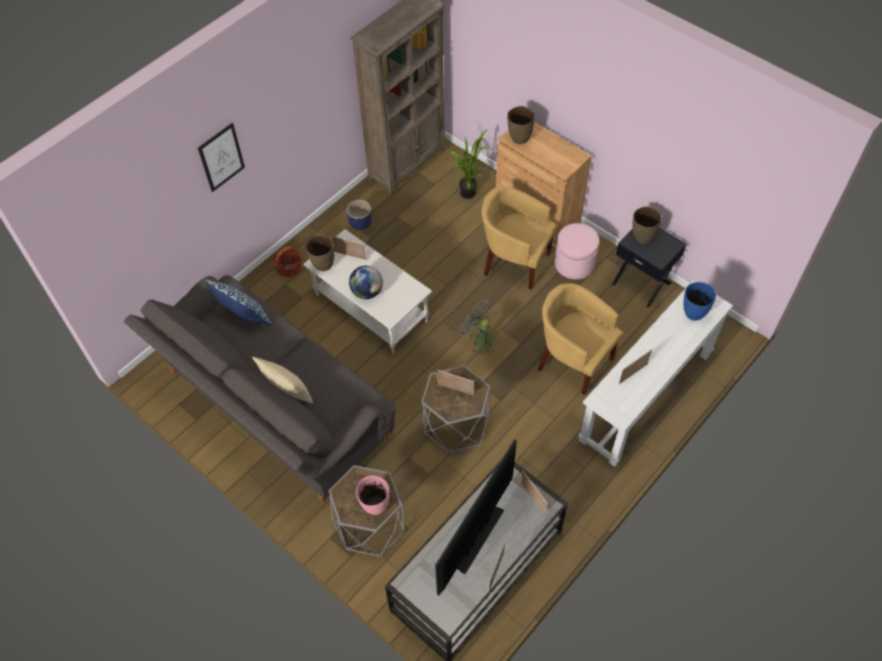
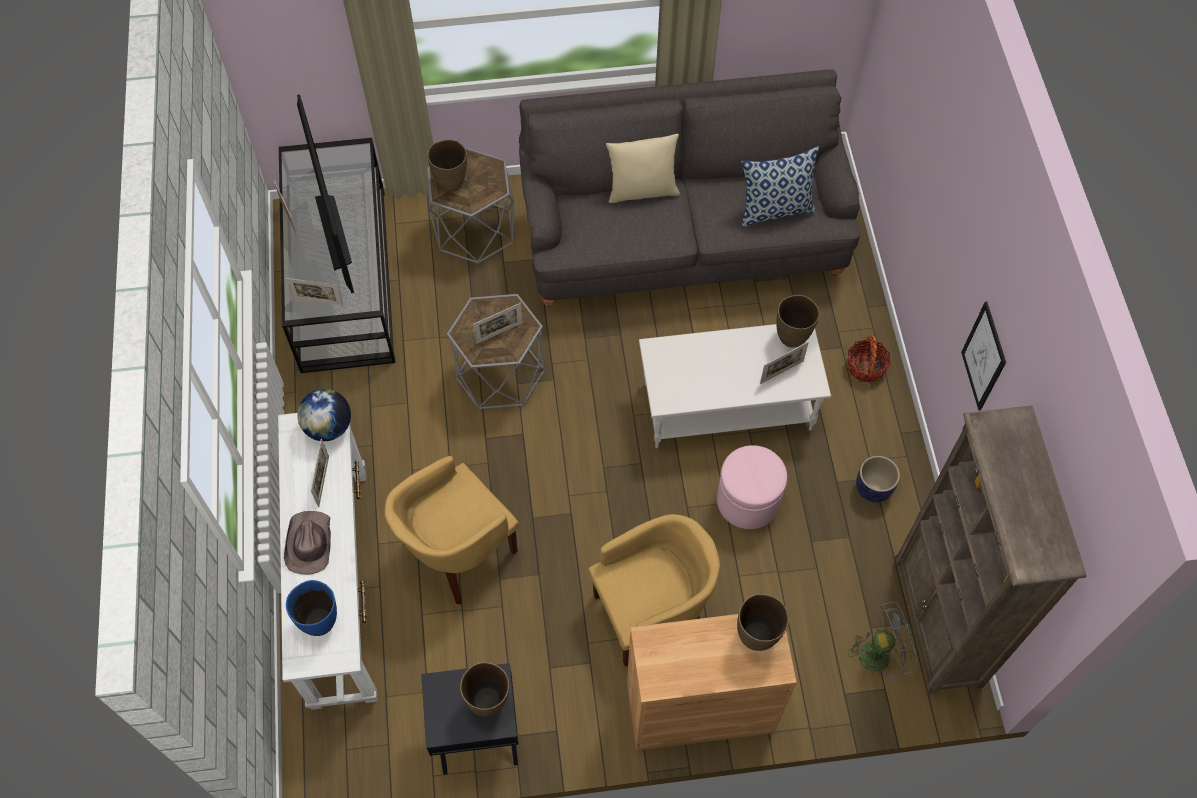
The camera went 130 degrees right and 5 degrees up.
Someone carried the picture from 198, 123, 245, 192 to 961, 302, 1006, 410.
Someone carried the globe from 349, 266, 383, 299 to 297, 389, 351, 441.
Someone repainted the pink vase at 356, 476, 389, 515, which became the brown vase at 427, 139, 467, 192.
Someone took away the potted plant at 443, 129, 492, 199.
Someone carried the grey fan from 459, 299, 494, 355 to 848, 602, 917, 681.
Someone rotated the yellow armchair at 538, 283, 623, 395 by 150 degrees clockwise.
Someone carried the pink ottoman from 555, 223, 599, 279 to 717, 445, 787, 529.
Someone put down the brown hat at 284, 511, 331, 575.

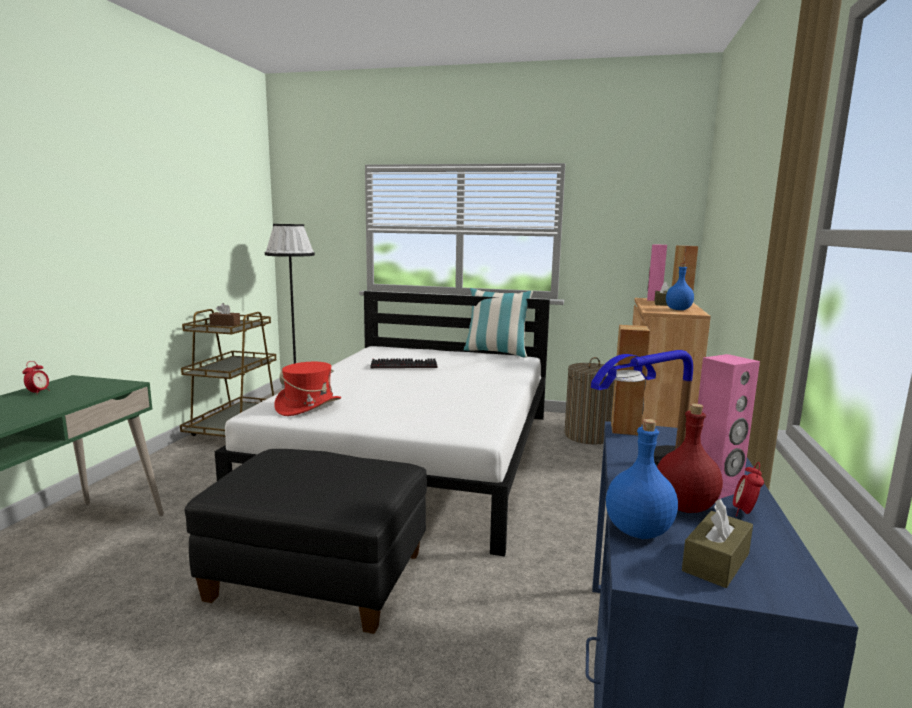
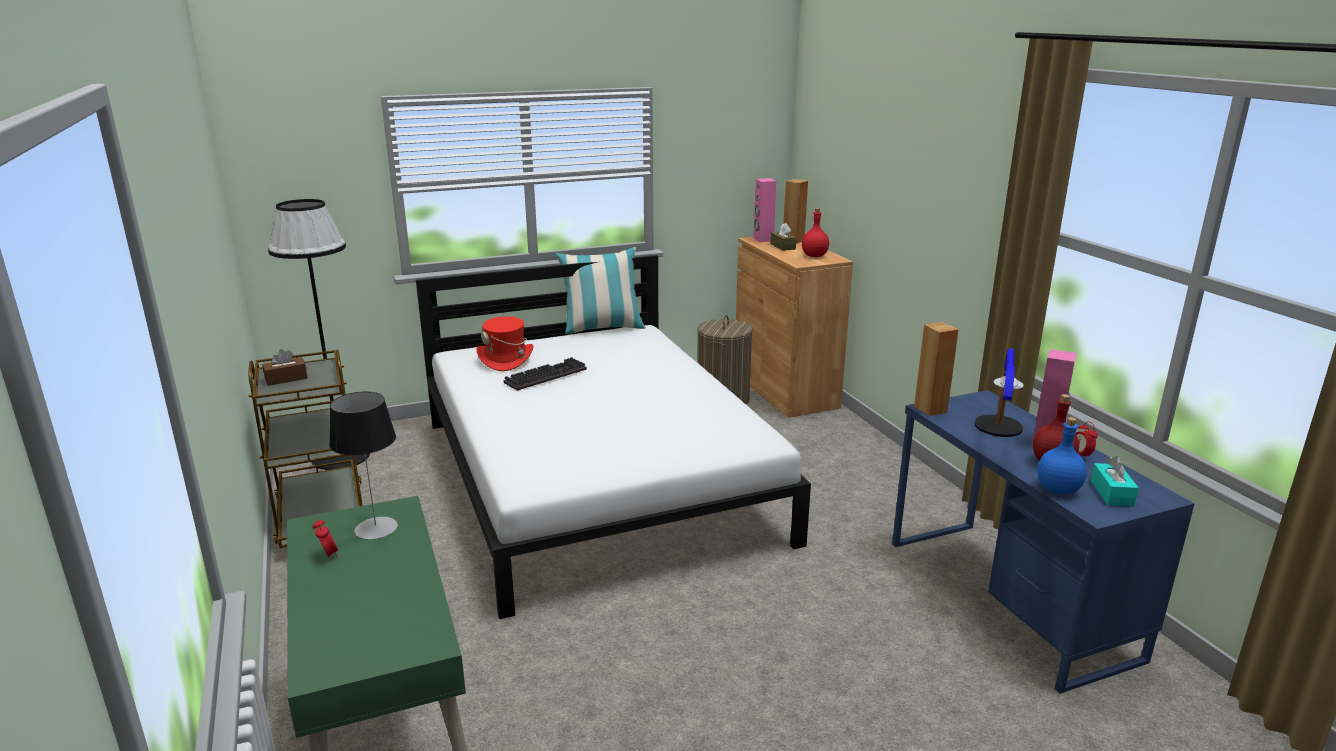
The camera went 35 degrees left and 10 degrees up.
Someone took away the black ottoman at 185, 449, 427, 634.
Someone carried the red hat from 274, 362, 341, 416 to 477, 316, 534, 371.
Someone repainted the blue bottle at 666, 263, 694, 310, which became the red bottle at 802, 208, 829, 257.
Someone repainted the brown tissue box at 682, 499, 753, 588, which became the turquoise tissue box at 1091, 456, 1139, 506.
Someone put down the table lamp at 329, 392, 398, 539.

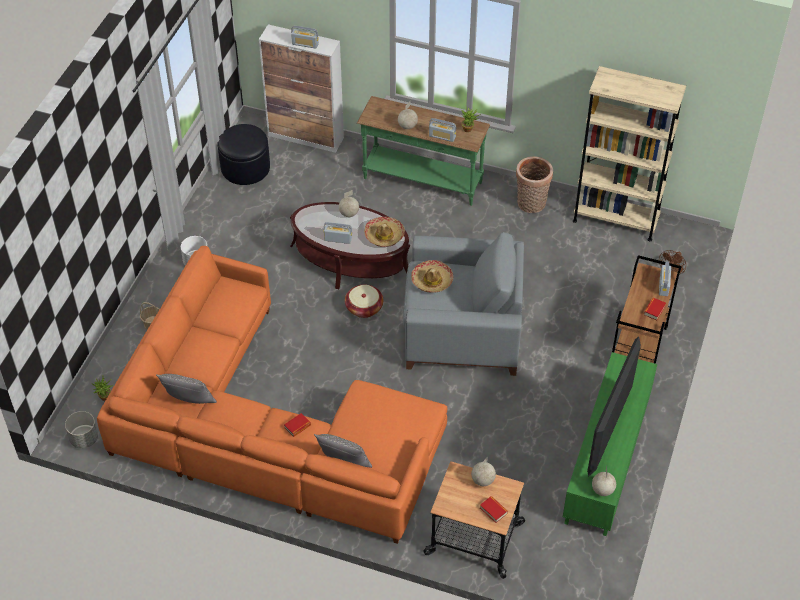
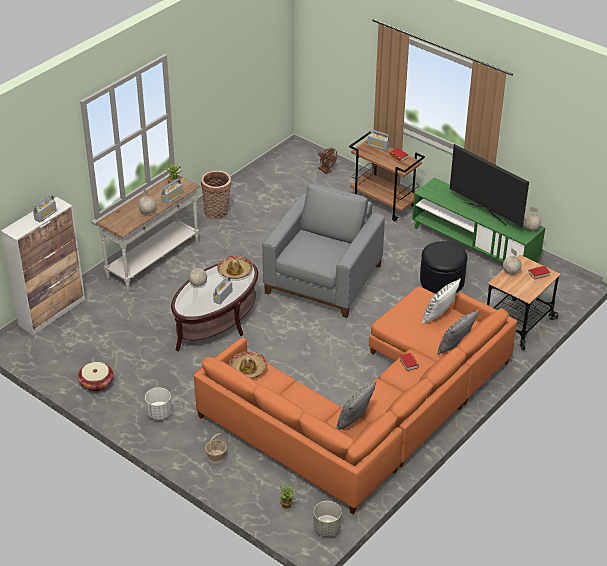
The camera went 70 degrees left and 10 degrees down.
Someone carried the black ottoman from 217, 124, 270, 185 to 420, 241, 467, 294.
Someone carried the basket from 345, 285, 383, 318 to 78, 362, 114, 392.
Someone repainted the green console table at 357, 96, 490, 206, which became the white console table at 96, 175, 201, 291.
Someone carried the hat from 411, 260, 453, 292 to 229, 351, 268, 378.
Someone took away the beige bookcase at 573, 66, 686, 241.
Someone put down the white pillow at 422, 278, 461, 324.

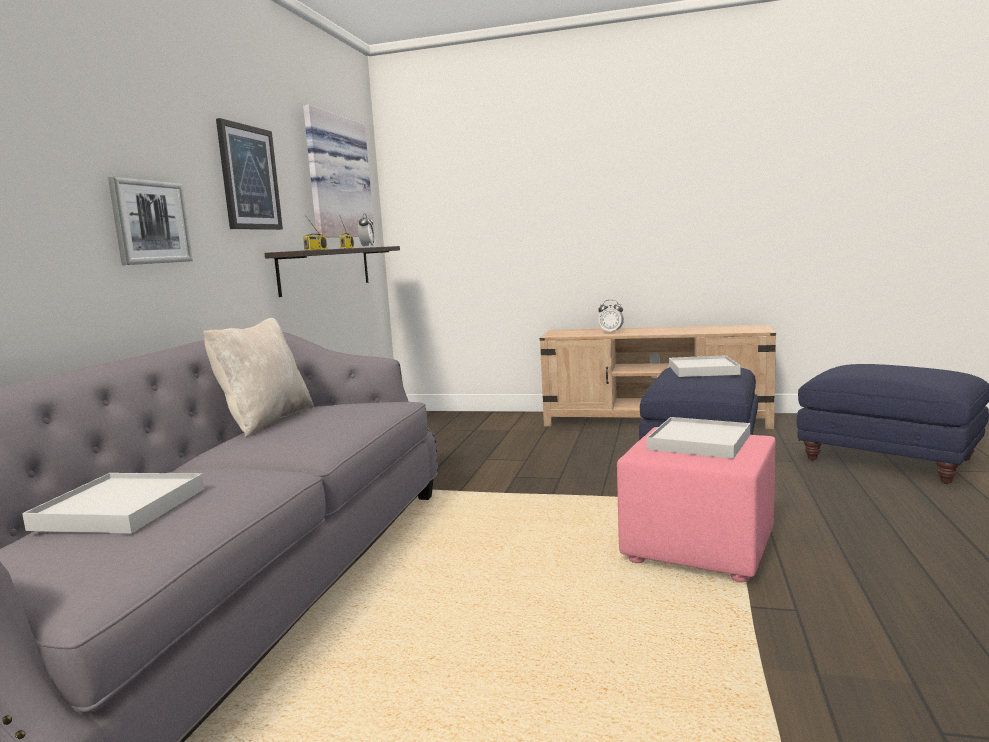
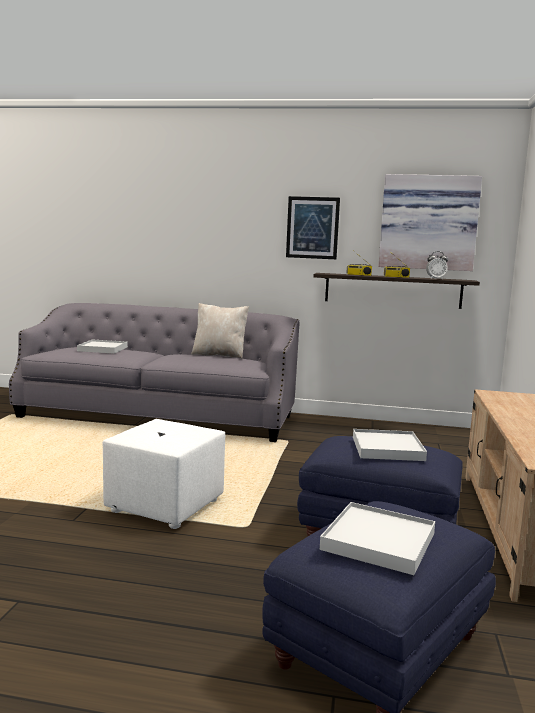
The camera went 85 degrees right and 0 degrees up.
Someone took away the picture at 108, 177, 193, 265.
Someone took away the alarm clock at 598, 300, 624, 333.
Someone repainted the pink ottoman at 617, 427, 776, 582, which became the white ottoman at 103, 419, 225, 529.
Someone carried the white tray from 647, 417, 750, 459 to 320, 502, 435, 575.

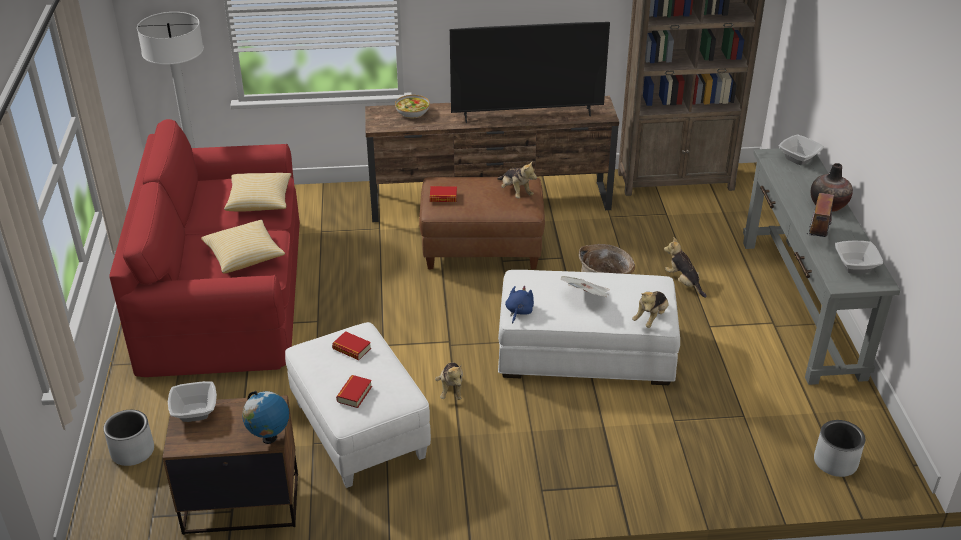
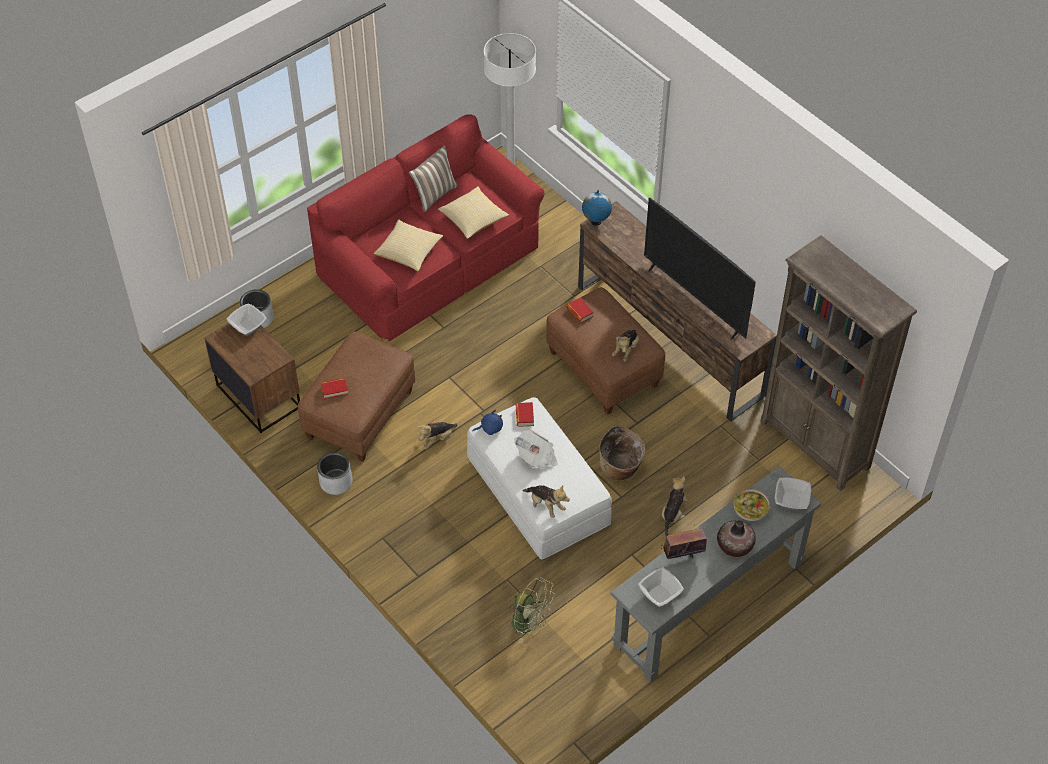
The camera went 55 degrees right and 15 degrees up.
Someone carried the globe from 242, 391, 289, 444 to 582, 190, 612, 225.
Someone repainted the white ottoman at 285, 322, 431, 488, which became the brown ottoman at 298, 332, 415, 462.
Someone carried the book from 332, 331, 371, 360 to 516, 402, 534, 427.
Someone carried the bowl from 395, 95, 430, 118 to 734, 489, 770, 521.
Someone rotated the plush toy at 632, 291, 669, 328 by 135 degrees counterclockwise.
Someone carried the grey planter from 814, 420, 865, 477 to 317, 452, 353, 495.
Someone put down the pillow at 409, 145, 458, 213.
Someone put down the green fan at 509, 577, 555, 643.

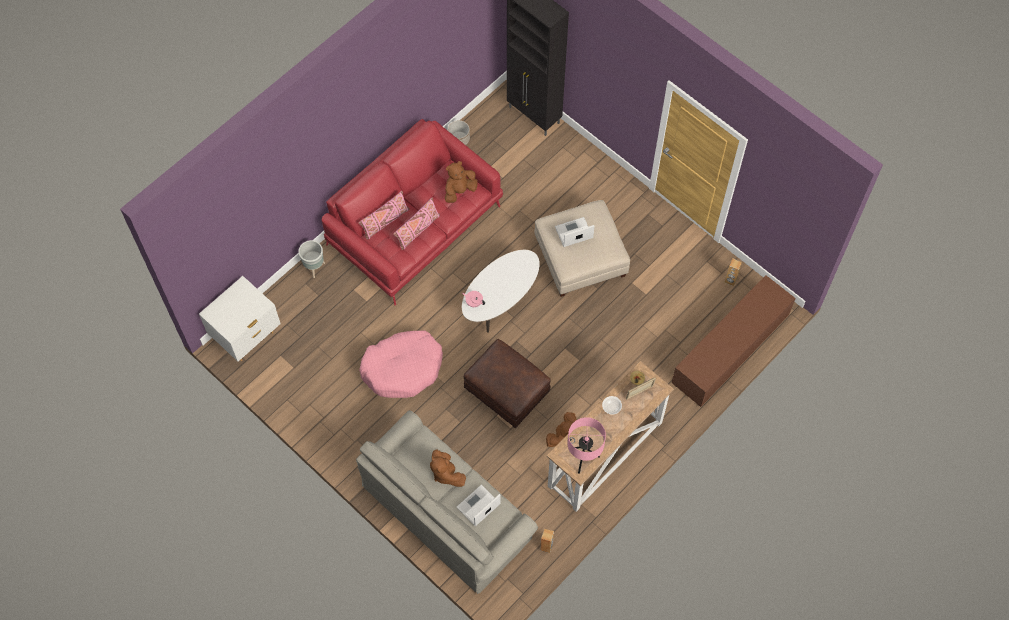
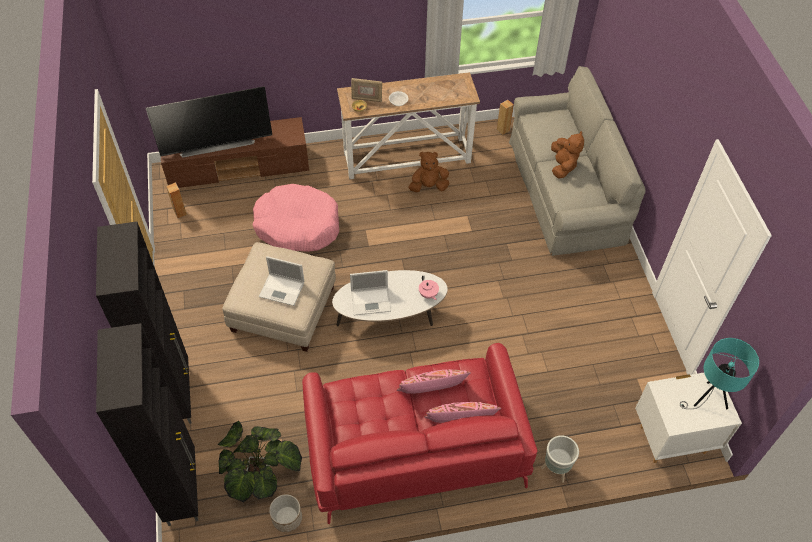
The camera went 145 degrees left and 10 degrees down.
Someone carried the pink dog bed from 359, 331, 443, 398 to 253, 184, 339, 252.
Someone took away the brown plush toy at 445, 161, 478, 203.
Someone carried the laptop from 457, 484, 501, 526 to 350, 270, 391, 316.
Someone took away the brown ottoman at 464, 339, 550, 428.
Someone took away the pink table lamp at 567, 417, 606, 474.
Someone put down the black cabinet at 96, 222, 191, 424.
Someone put down the television at 146, 86, 272, 158.
Someone put down the potted plant at 218, 421, 302, 502.
Someone put down the turquoise table lamp at 680, 338, 759, 410.

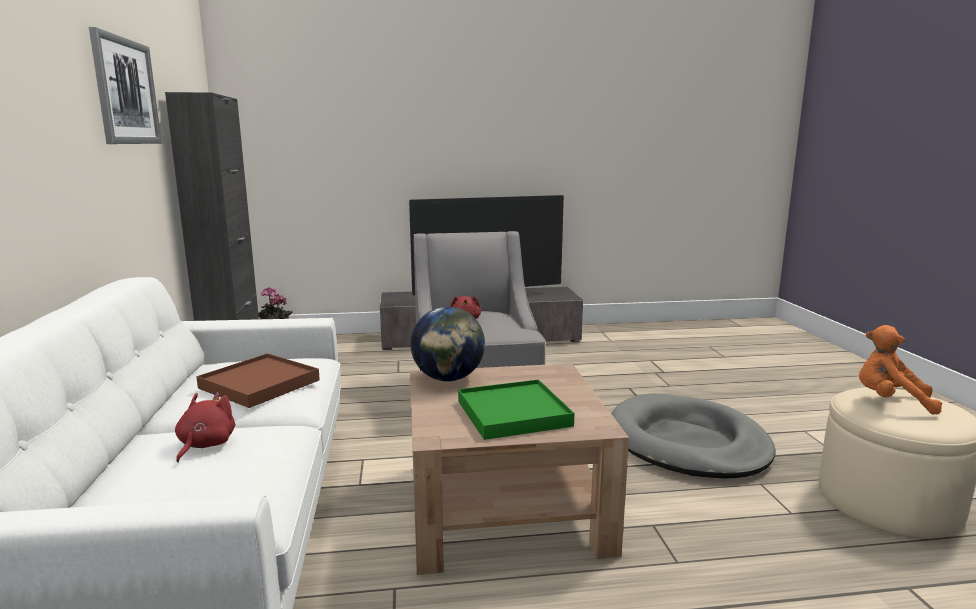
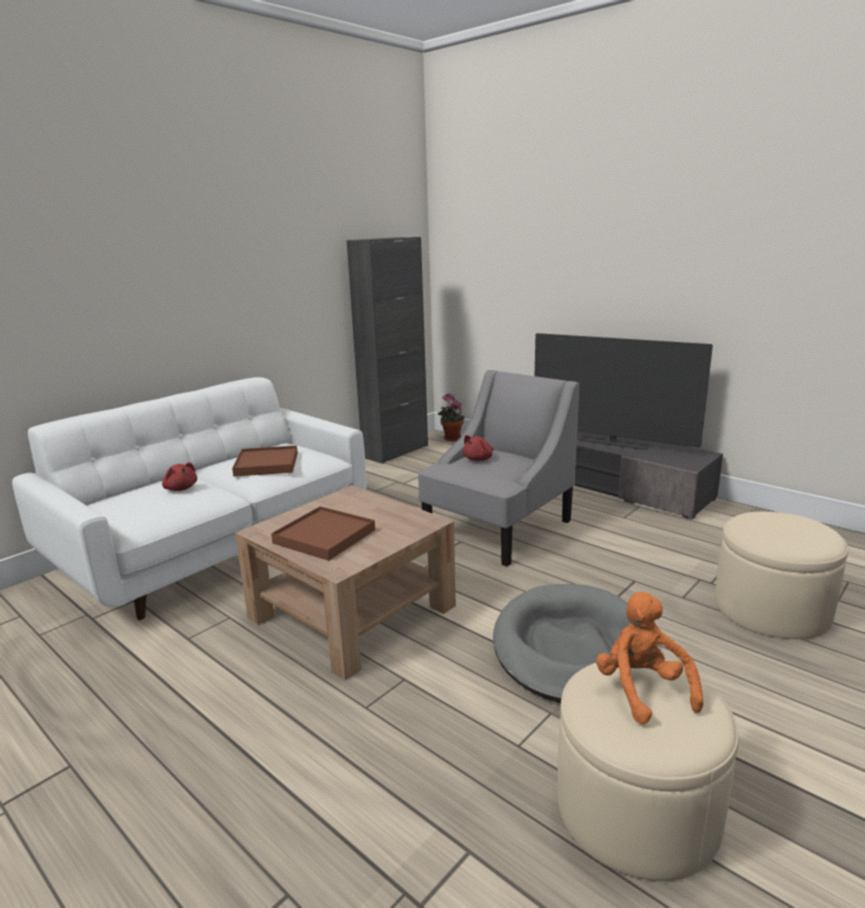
The camera went 50 degrees right and 5 degrees up.
Someone took away the picture at 89, 27, 162, 144.
Someone rotated the red plush toy at 175, 392, 235, 463 by 75 degrees clockwise.
Someone took away the globe at 410, 306, 485, 382.
Someone repainted the green tray at 458, 379, 575, 440, which became the brown tray at 271, 506, 375, 561.
Someone put down the beige ottoman at 715, 512, 848, 639.

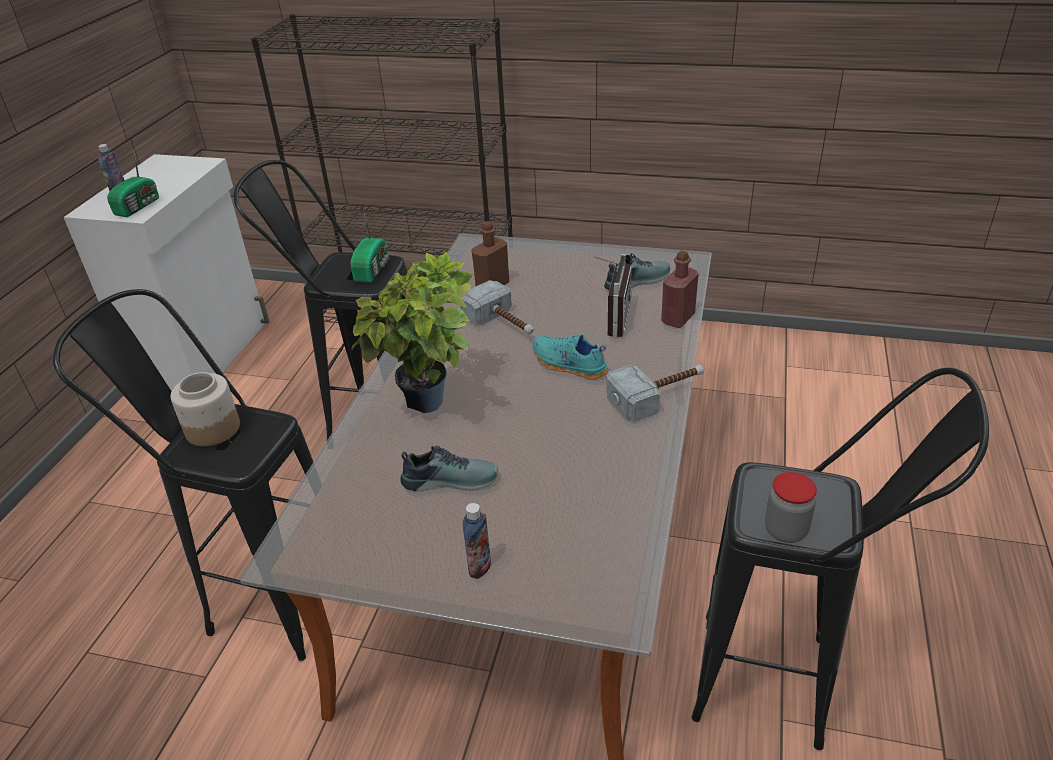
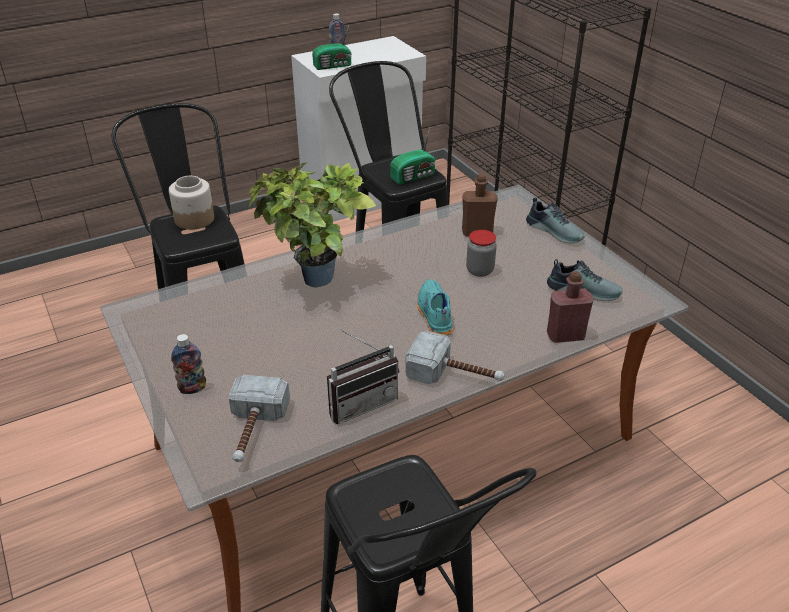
The camera went 45 degrees right and 0 degrees up.
Someone carried the shoe from 400, 446, 498, 491 to 526, 197, 585, 243.
Someone carried the hammer from 460, 280, 534, 335 to 229, 375, 290, 462.
Someone carried the radio from 593, 254, 632, 338 to 327, 330, 399, 424.
Someone carried the jar from 765, 472, 817, 543 to 466, 230, 497, 277.

